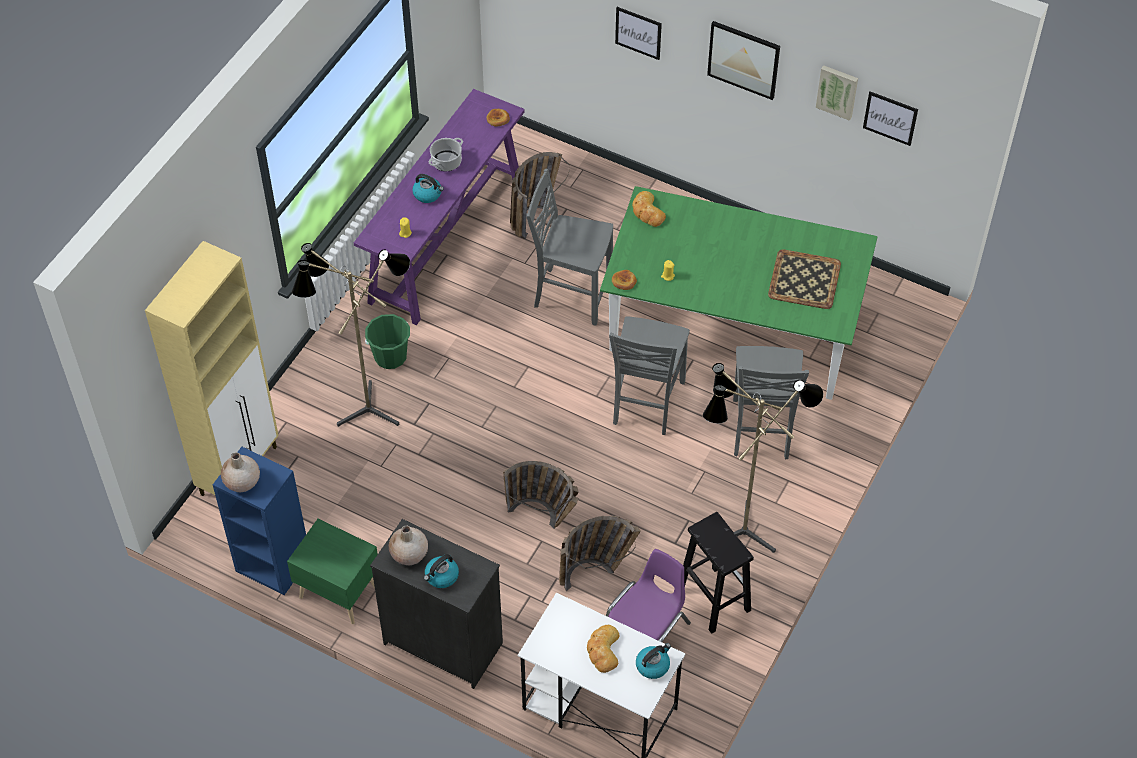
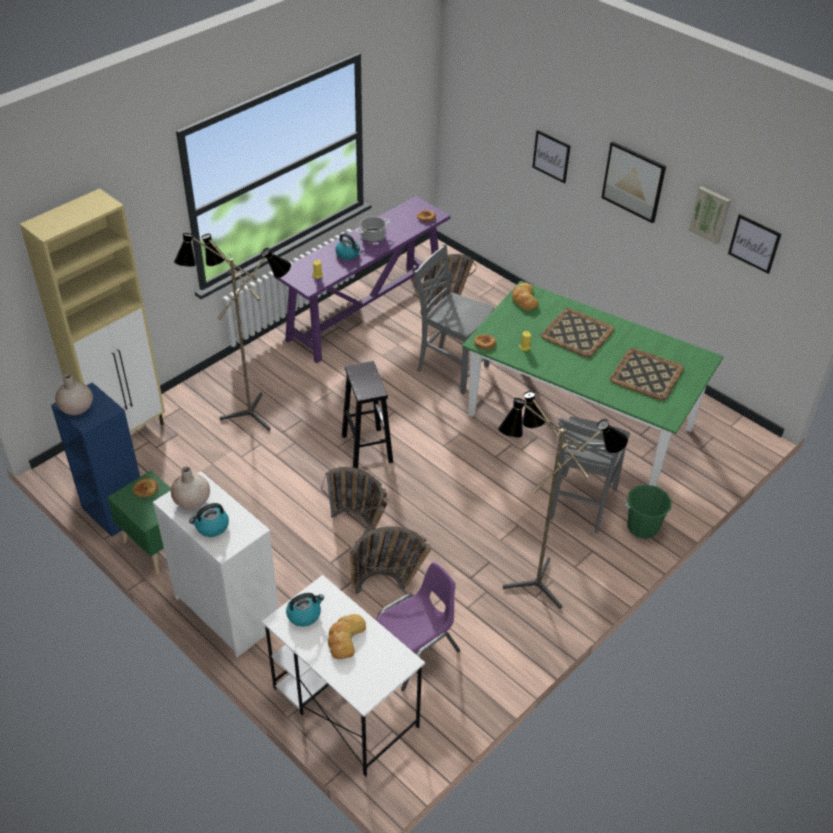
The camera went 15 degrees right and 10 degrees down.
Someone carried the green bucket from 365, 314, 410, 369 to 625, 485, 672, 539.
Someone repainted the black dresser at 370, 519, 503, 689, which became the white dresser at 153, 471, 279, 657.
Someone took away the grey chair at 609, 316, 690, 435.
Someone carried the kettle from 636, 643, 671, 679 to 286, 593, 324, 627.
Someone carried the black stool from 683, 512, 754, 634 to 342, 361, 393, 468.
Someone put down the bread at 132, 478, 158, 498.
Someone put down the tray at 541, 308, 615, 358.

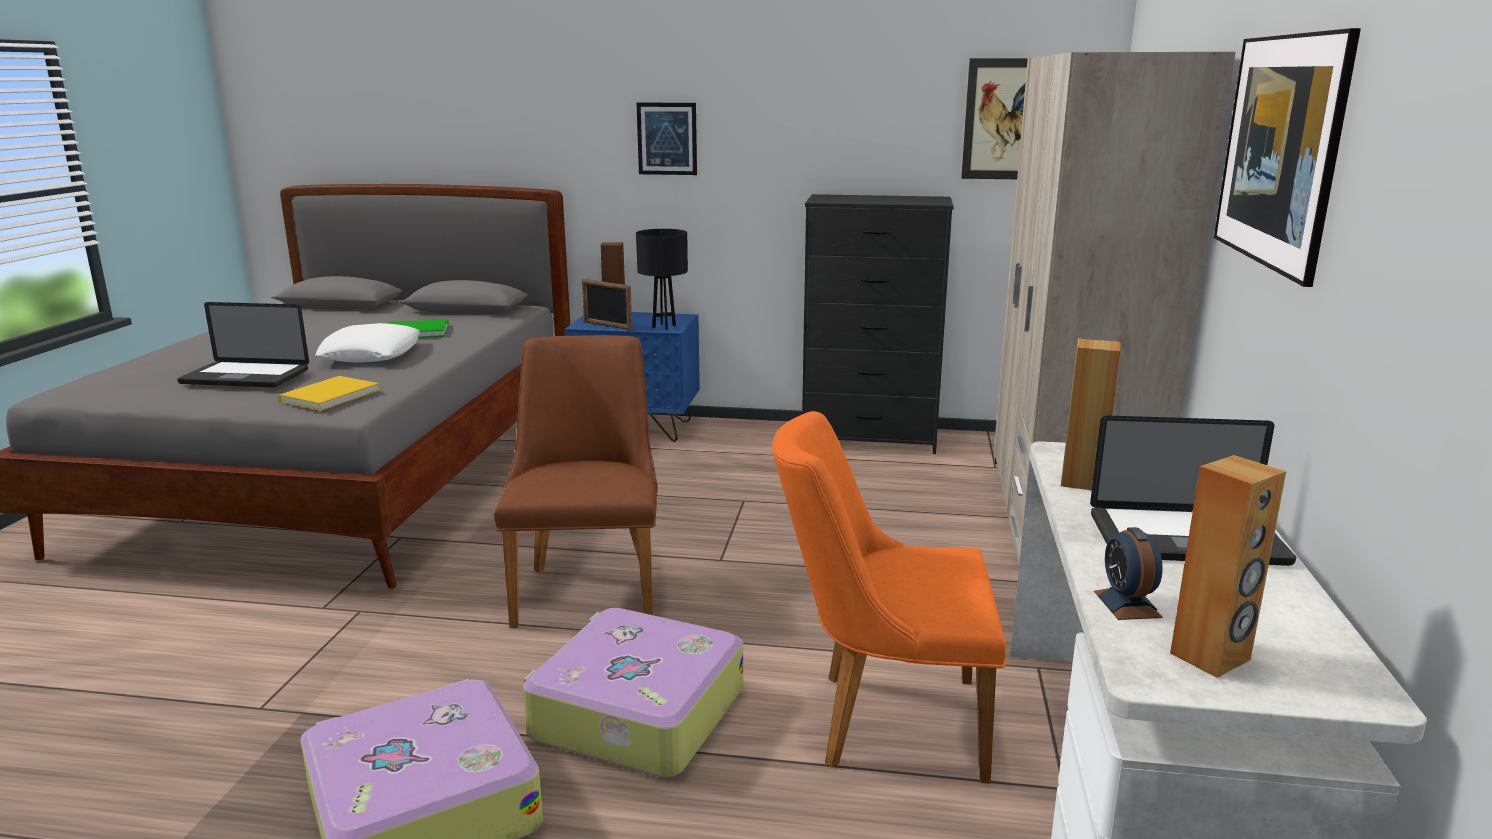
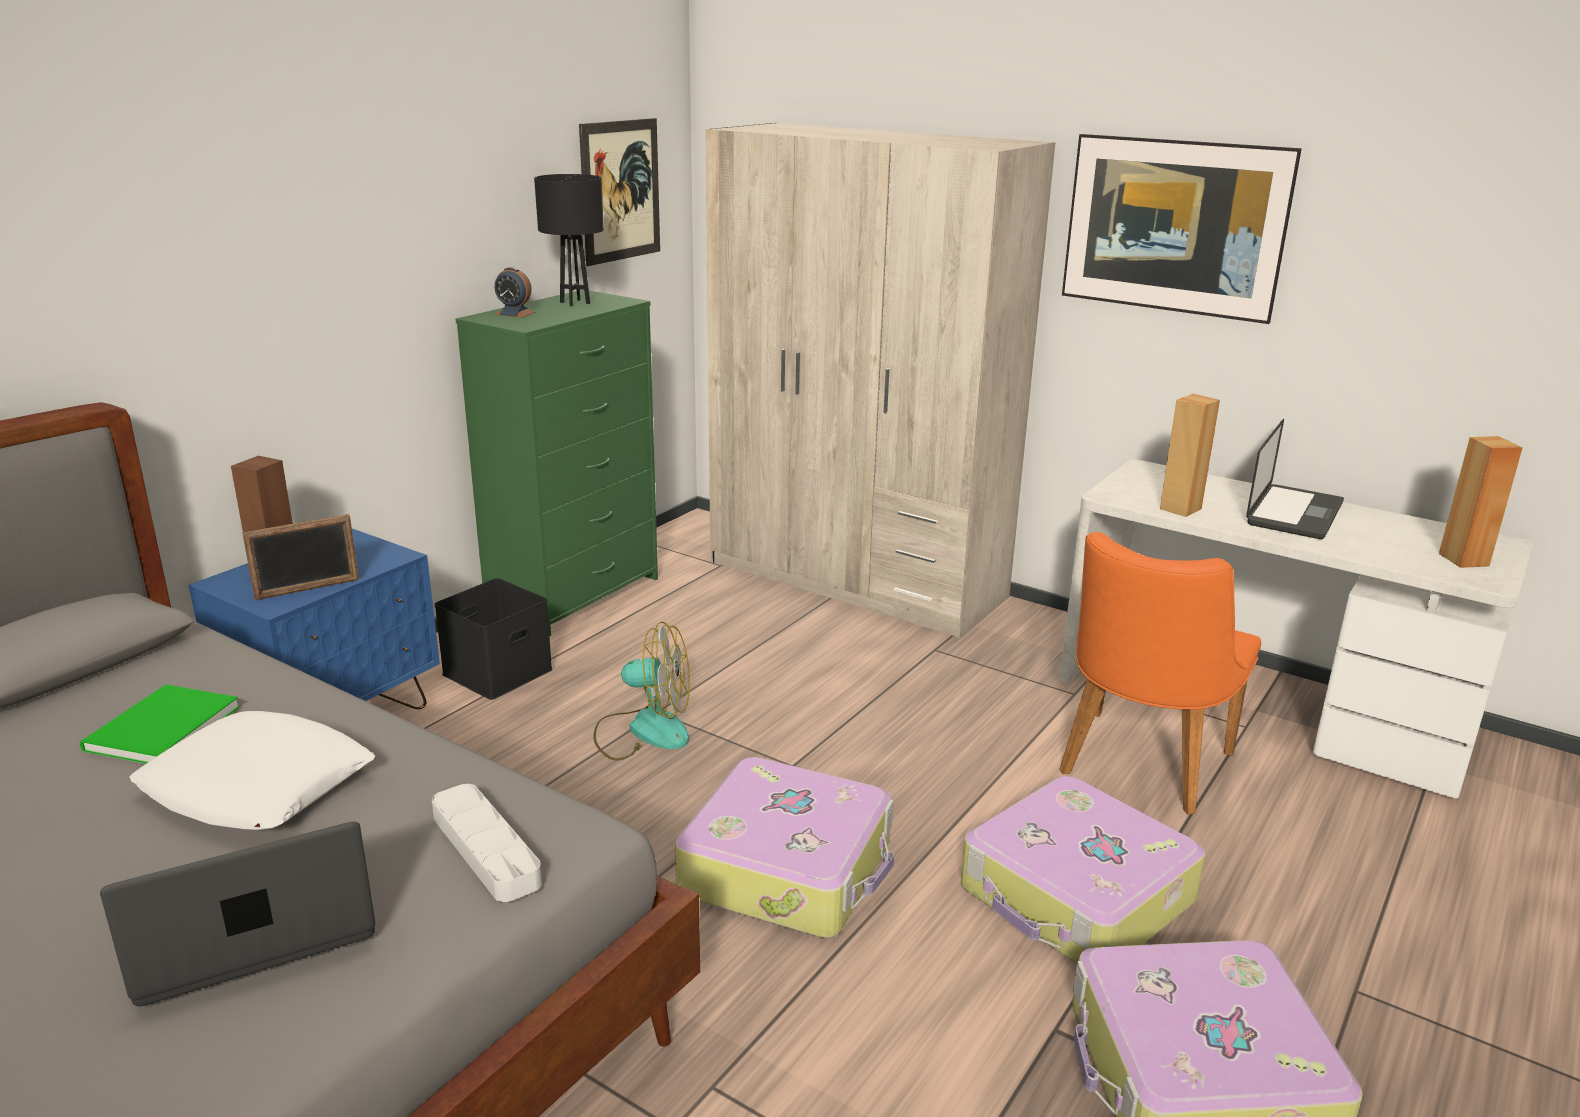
The camera went 65 degrees left and 5 degrees up.
Someone rotated the laptop at 177, 302, 309, 387 by 150 degrees counterclockwise.
Someone swapped the yellow book at 278, 376, 380, 411 for the grey tray at 432, 784, 542, 902.
Someone swapped the brown chair at 494, 335, 658, 628 for the suitcase at 675, 757, 894, 938.
Someone carried the black table lamp from 636, 229, 688, 330 to 534, 174, 604, 306.
Someone took away the picture at 637, 103, 697, 175.
Someone repainted the black dresser at 802, 194, 954, 454, which became the green dresser at 455, 290, 658, 637.
Someone carried the alarm clock from 1094, 527, 1163, 620 to 494, 267, 536, 318.
Someone put down the black storage box at 435, 578, 553, 700.
Someone put down the fan at 594, 621, 690, 761.

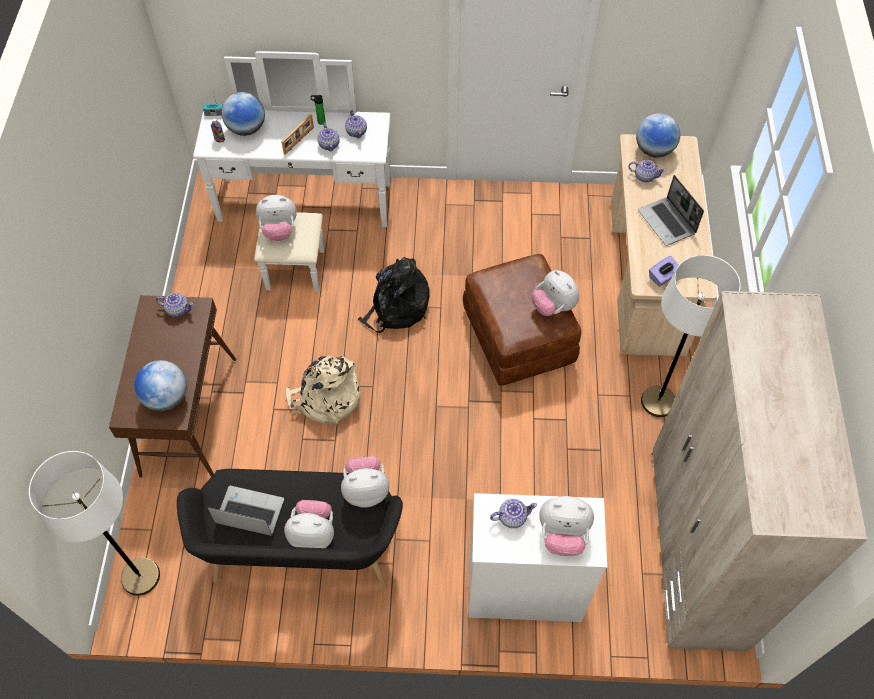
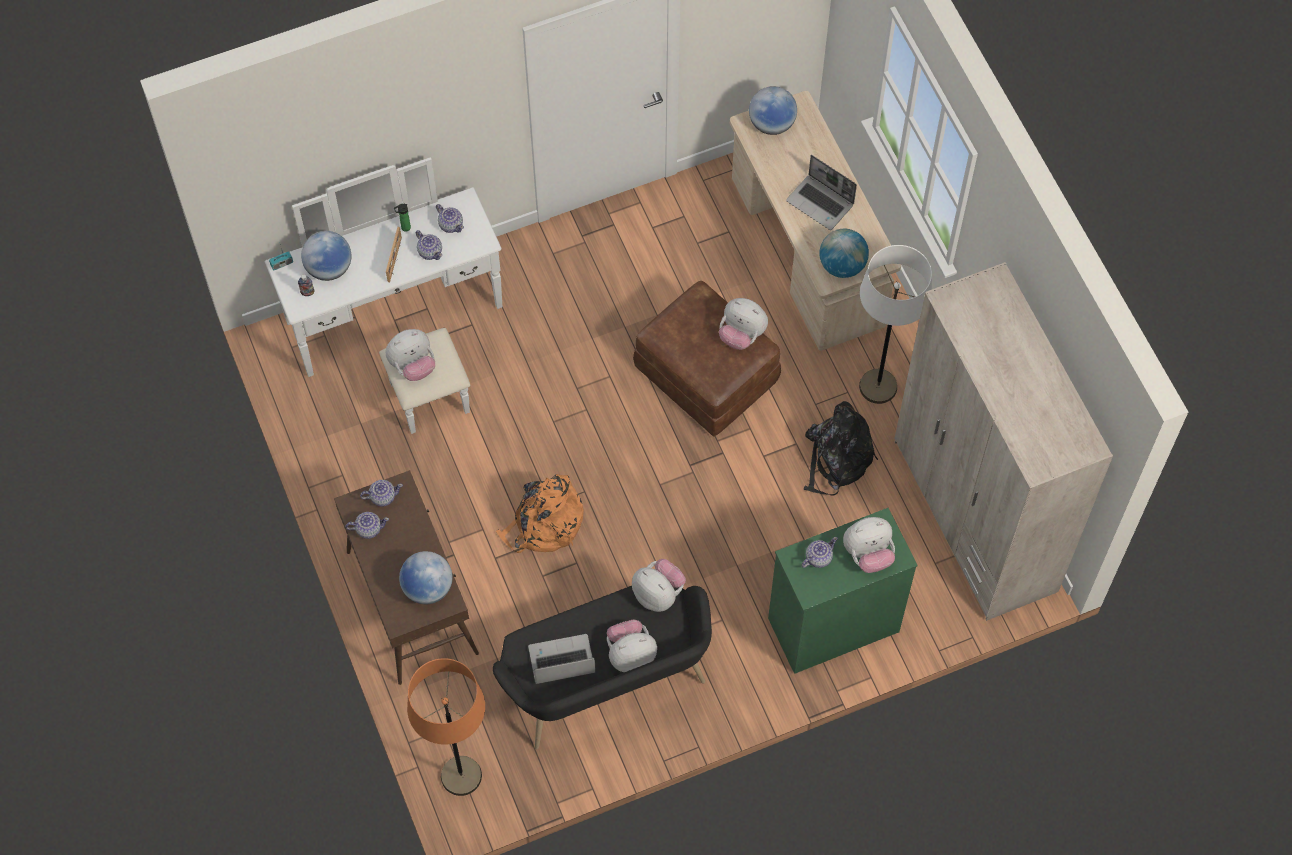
The camera went 25 degrees left and 5 degrees up.
Someone repainted the white floor lamp at 29, 451, 160, 596, which became the orange floor lamp at 407, 658, 485, 796.
Someone repainted the beige backpack at 285, 355, 361, 424, which became the orange backpack at 495, 474, 584, 553.
Someone rotated the plush toy at 341, 456, 389, 508 by 75 degrees clockwise.
Someone carried the black backpack from 358, 257, 430, 333 to 804, 401, 878, 495.
Someone repainted the white dresser at 468, 493, 607, 622, which became the green dresser at 768, 508, 918, 674.
Someone carried the teapot from 628, 160, 666, 182 to 346, 512, 389, 539.
Someone swapped the purple tissue box at 649, 256, 679, 287 for the globe at 819, 229, 869, 278.

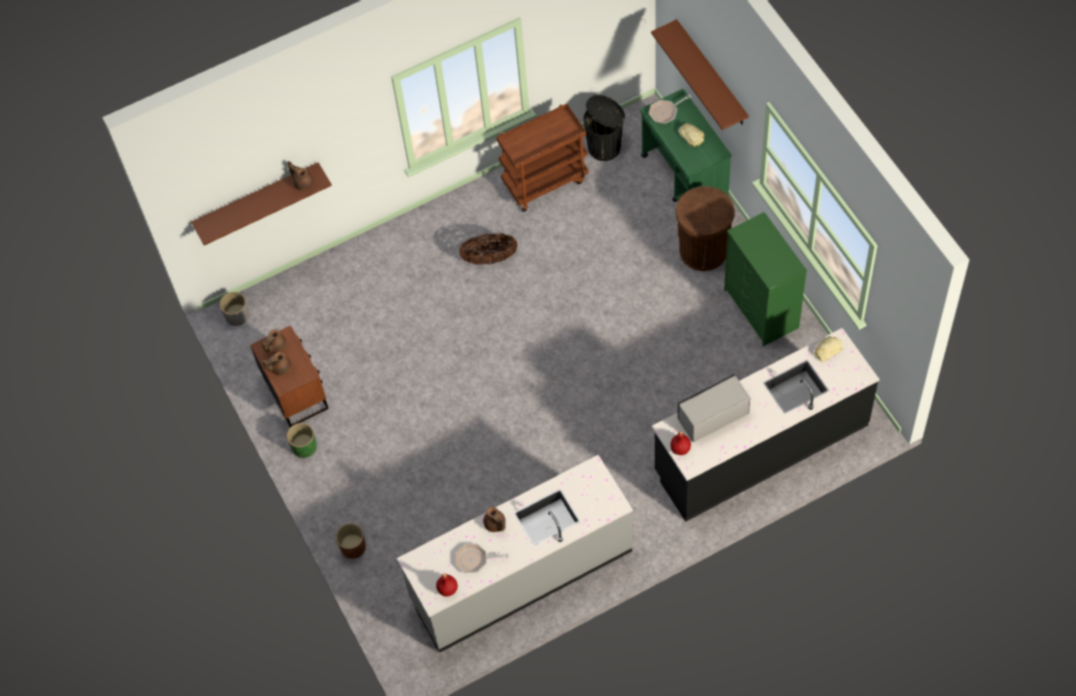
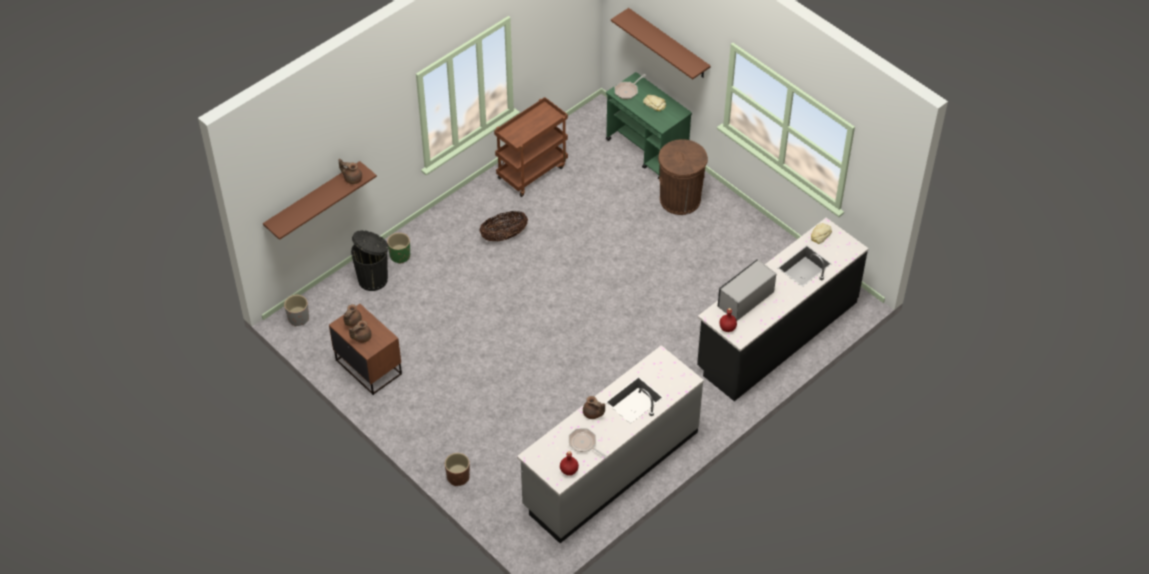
The camera went 20 degrees left and 10 degrees down.
Someone carried the green planter from 287, 423, 317, 458 to 387, 233, 410, 264.
Someone rotated the frying pan at 455, 544, 508, 573 by 60 degrees clockwise.
Someone carried the black trash can from 583, 95, 625, 161 to 351, 230, 389, 291.
Someone took away the green dresser at 724, 212, 807, 346.

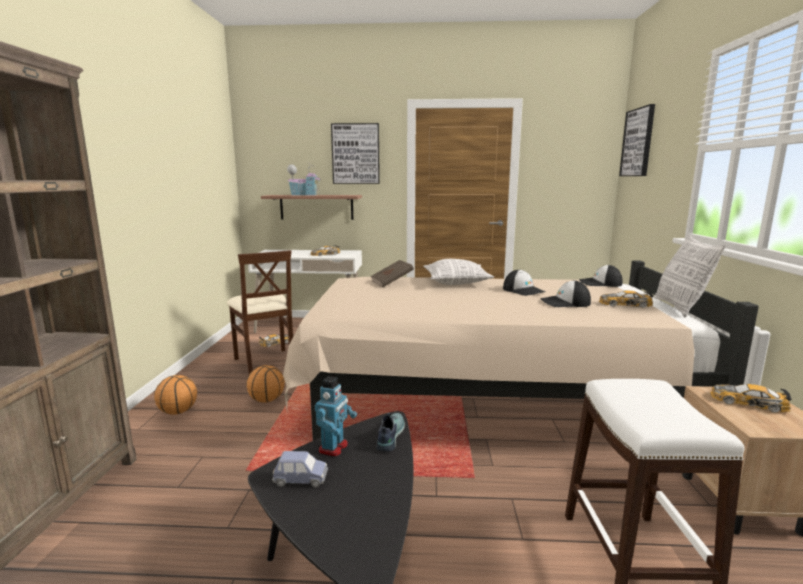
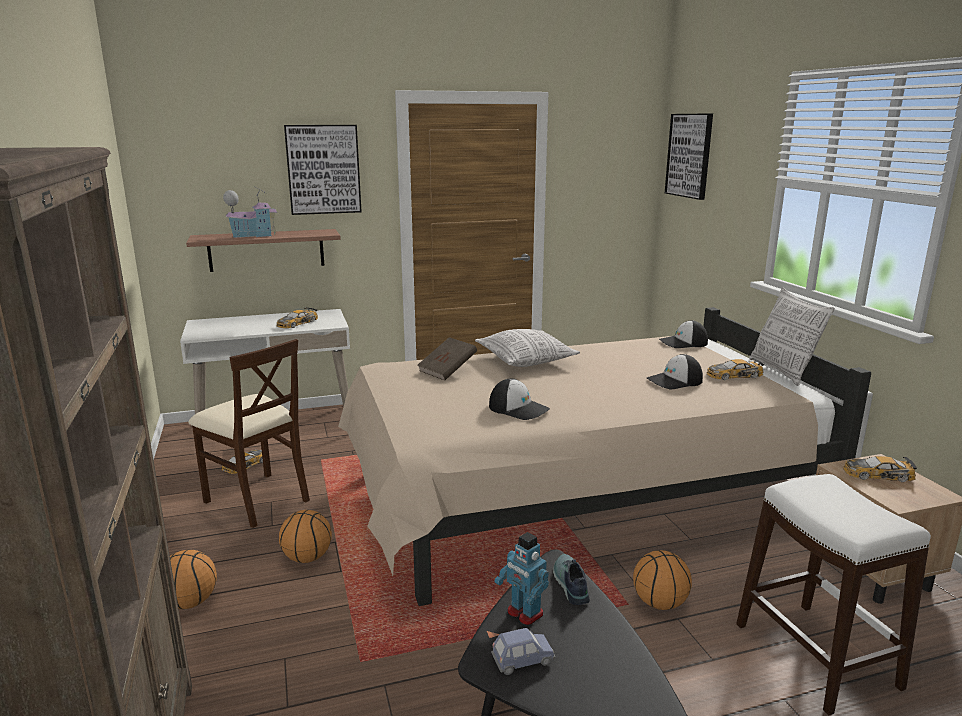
The camera went 20 degrees left and 5 degrees up.
Someone rotated the toy robot at 315, 376, 357, 457 by 135 degrees clockwise.
Someone carried the cap from 503, 269, 546, 296 to 489, 378, 550, 420.
Someone put down the basketball at 633, 550, 692, 610.

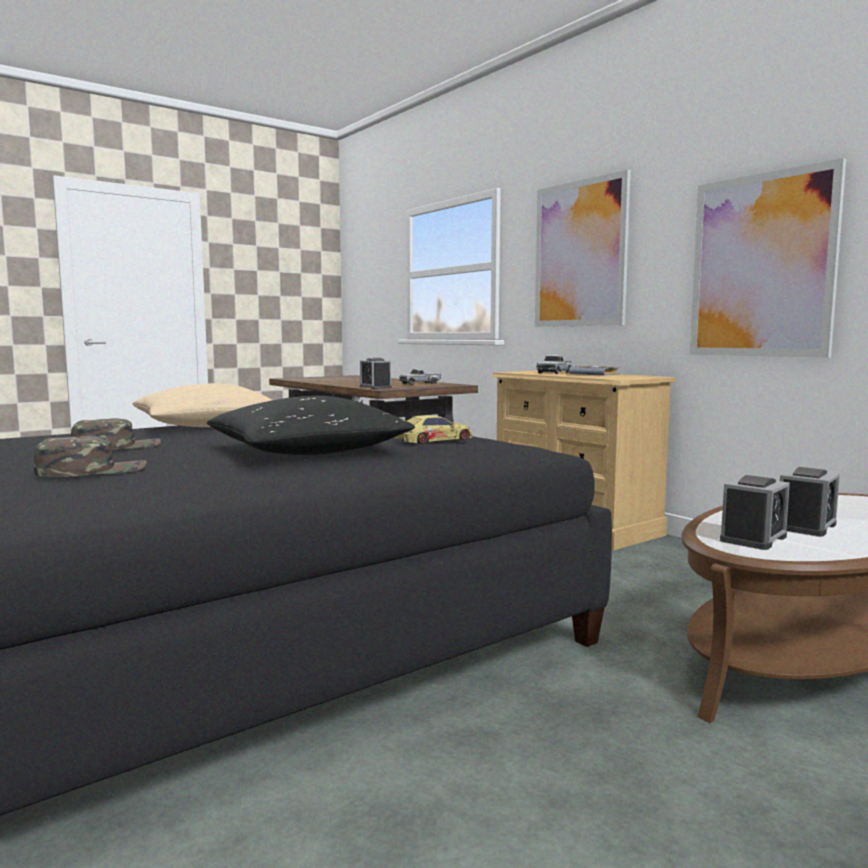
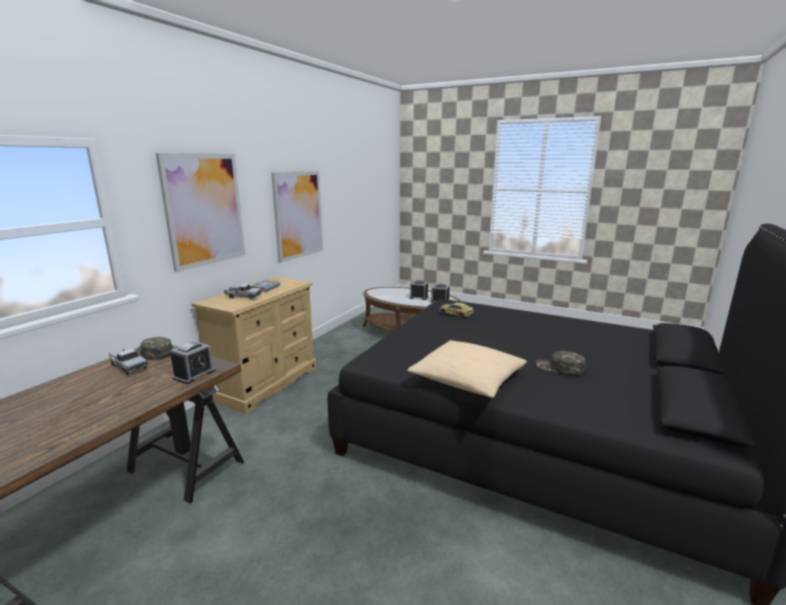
The camera went 115 degrees left and 10 degrees up.
Someone carried the green cap from 34, 435, 146, 477 to 135, 337, 173, 360.
Someone took away the black pillow at 207, 396, 415, 455.

